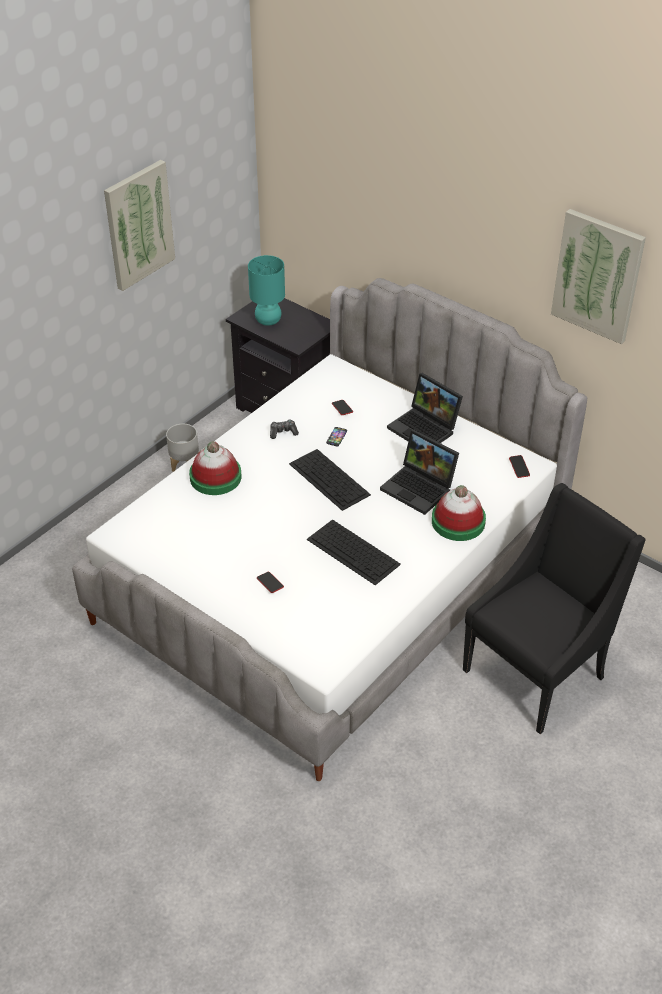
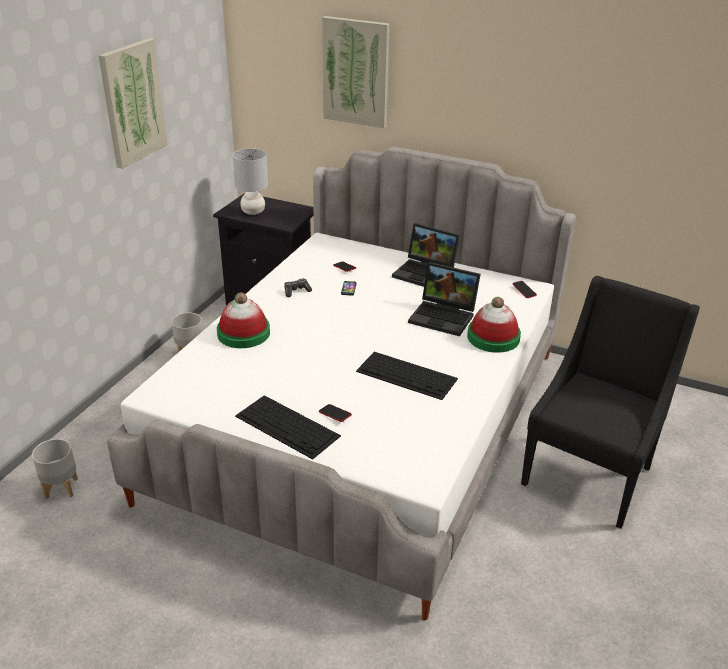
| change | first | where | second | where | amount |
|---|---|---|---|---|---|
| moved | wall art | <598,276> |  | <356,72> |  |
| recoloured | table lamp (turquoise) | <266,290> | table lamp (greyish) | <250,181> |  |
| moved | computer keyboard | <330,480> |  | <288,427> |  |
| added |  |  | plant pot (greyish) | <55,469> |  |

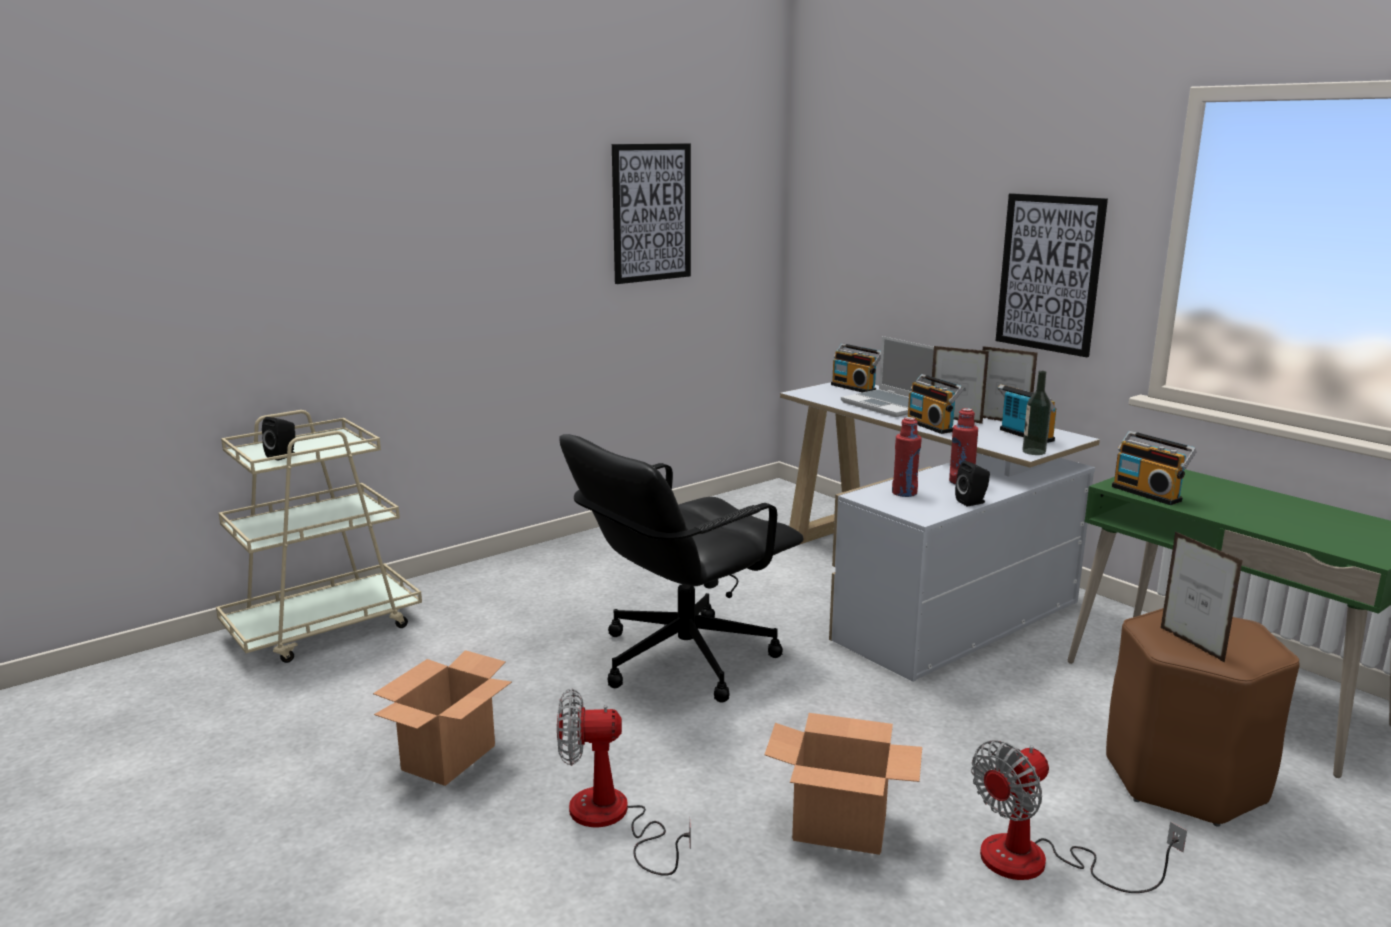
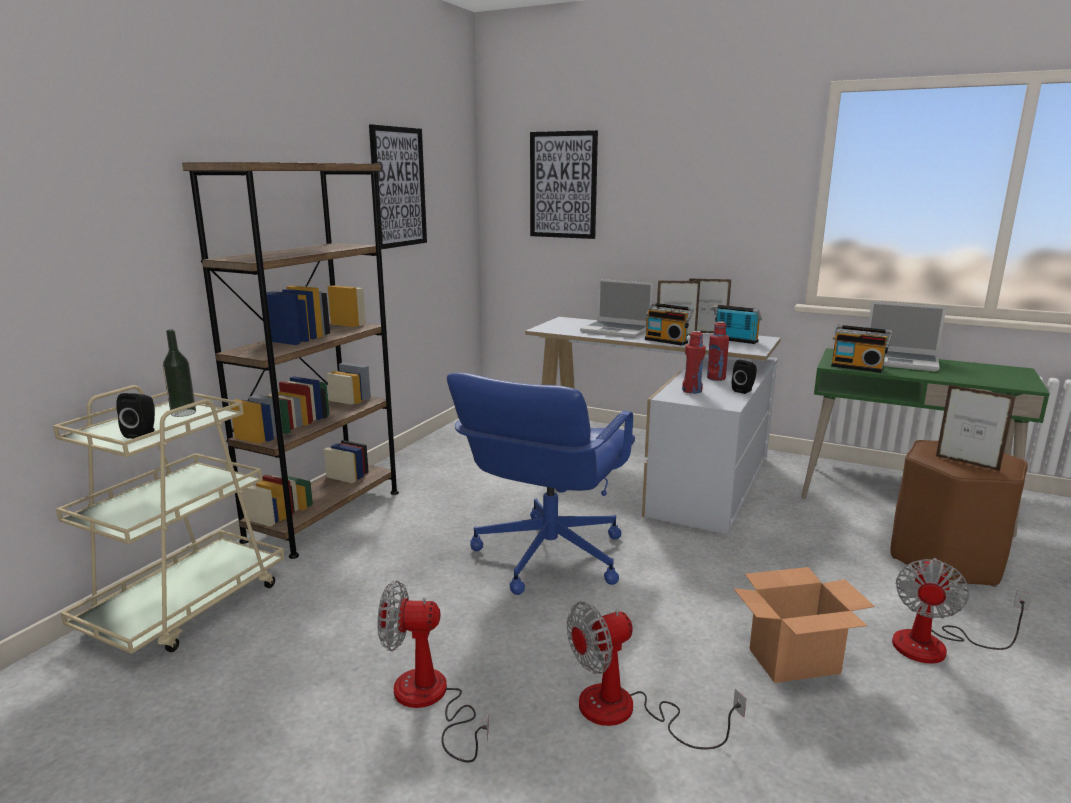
| change | first | where | second | where | amount |
|---|---|---|---|---|---|
| moved | wall art | <1052,275> |  | <564,184> |  |
| removed | radio | <856,367> |  |  |  |
| moved | beverage bottle | <1036,413> |  | <179,373> |  |
| recoloured | office chair (blackish) | <681,568> | office chair (blue) | <541,484> |  |
| replaced | carton | <442,718> | electric fan | <434,672> |  |
| added |  |  | shelving unit (brownish) | <290,360> |  |
| added |  |  | notebook computer | <907,337> |  |

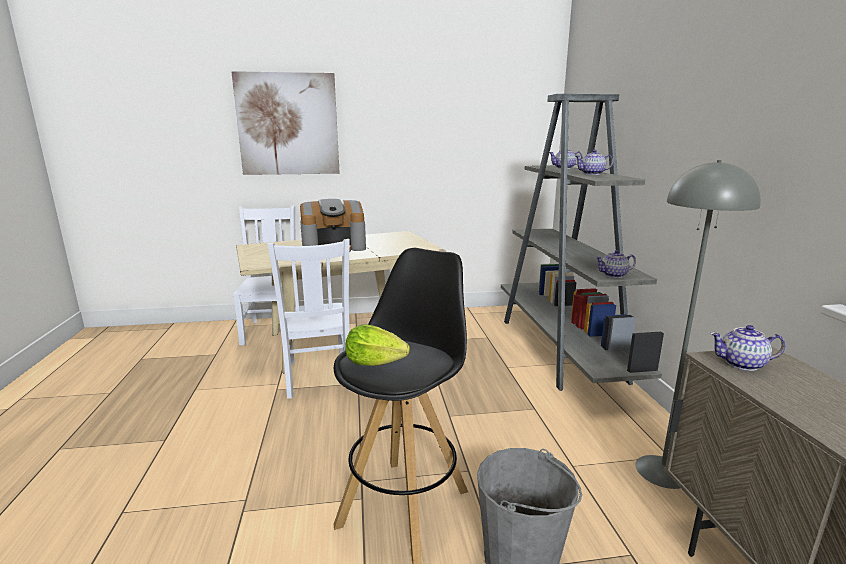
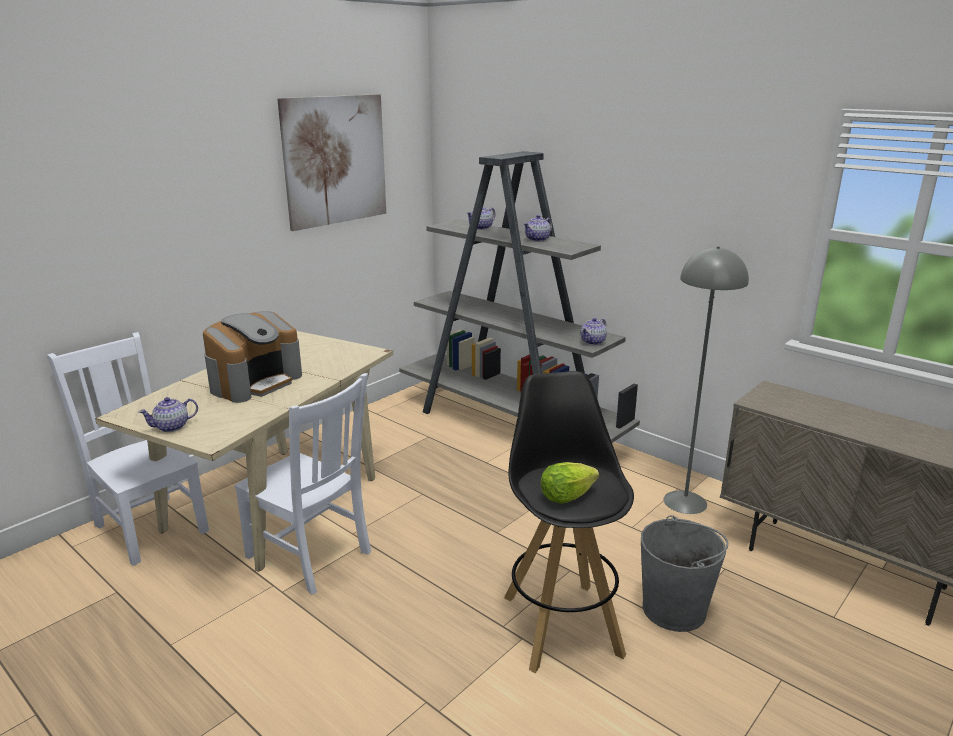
| change | first | where | second | where | amount |
|---|---|---|---|---|---|
| moved | wall art | <285,123> |  | <331,162> |  |
| moved | tea pot | <747,348> |  | <168,414> |  |

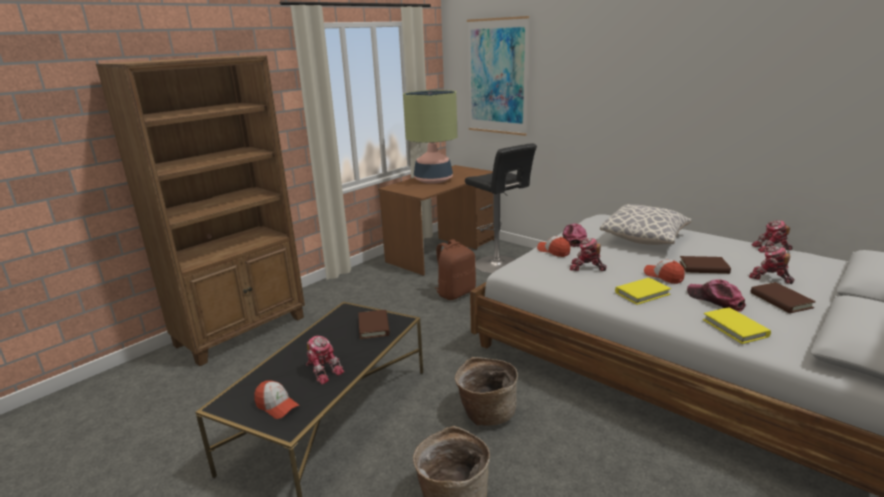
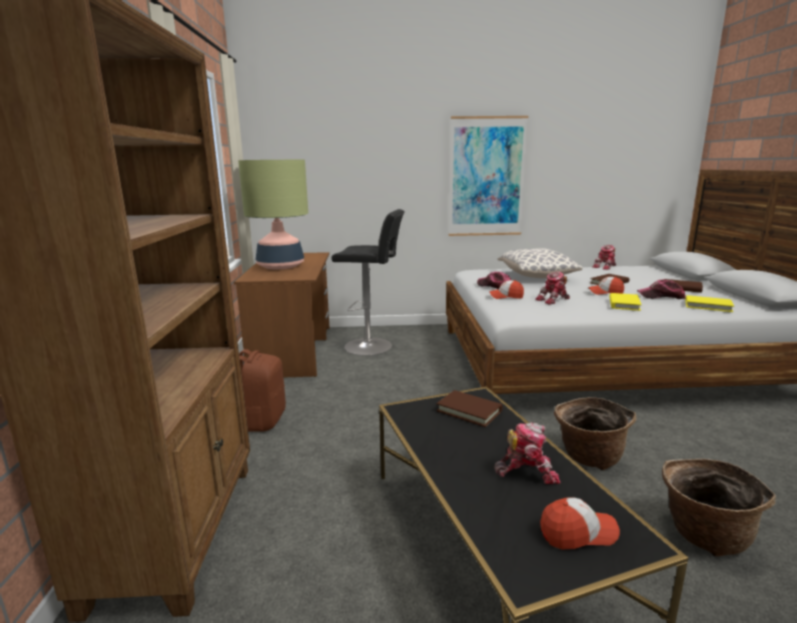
| change | first | where | second | where | amount |
|---|---|---|---|---|---|
| moved | wall art | <498,76> |  | <488,176> |  |
| moved | backpack (brownish) | <455,269> |  | <262,390> |  |
| removed | model robot | <771,265> |  |  |  |

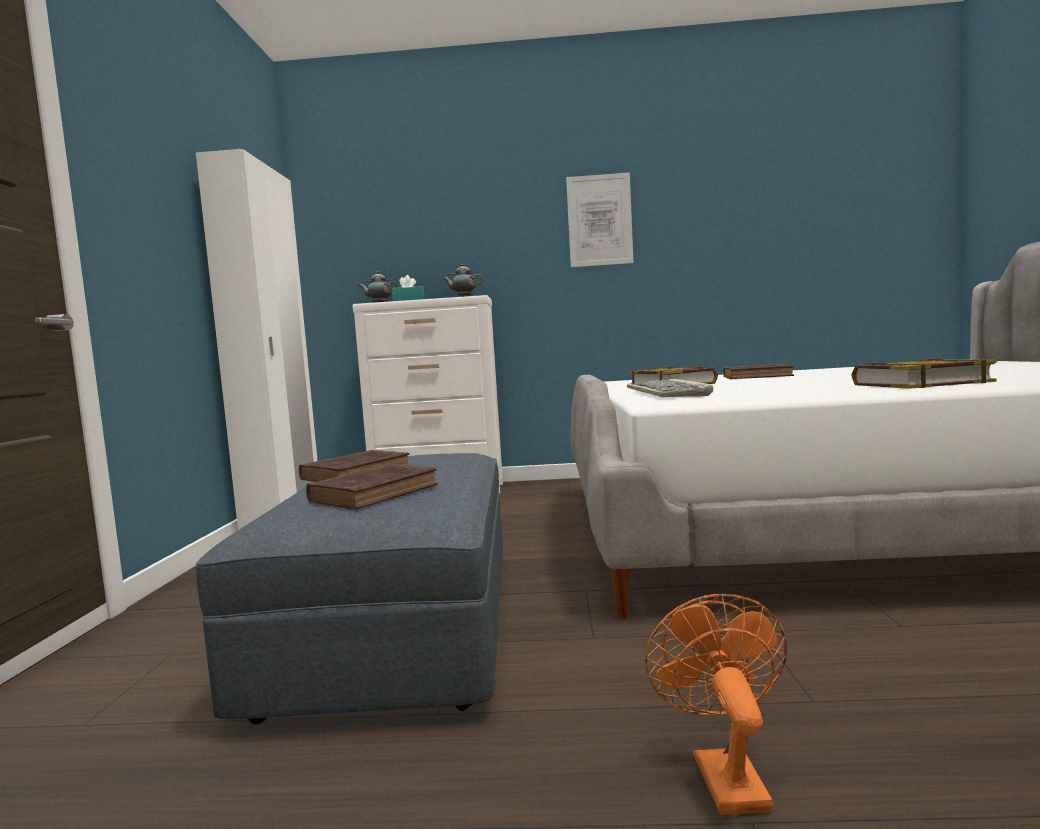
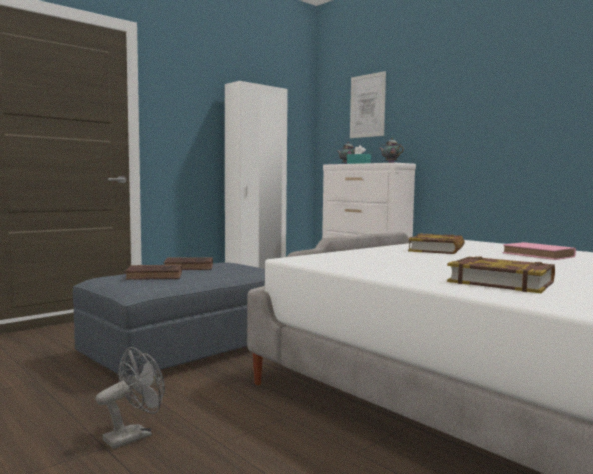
| change | first | where | second | where | amount |
|---|---|---|---|---|---|
| moved | wall art | <599,219> |  | <368,104> |  |
| recoloured | volume (brownish) | <759,371> | volume (pink) | <539,251> |  |
| removed | computer keyboard | <670,388> |  |  |  |
| recoloured | electric fan (orange) | <716,704> | electric fan (greyish) | <130,398> |  |

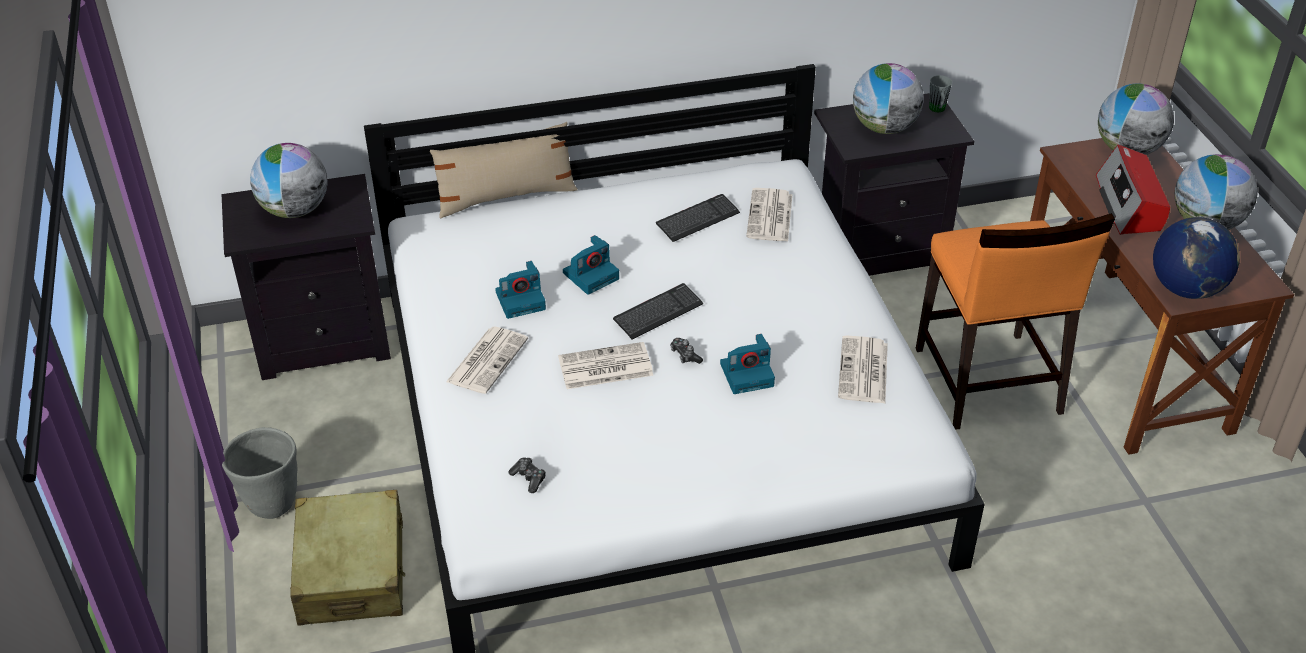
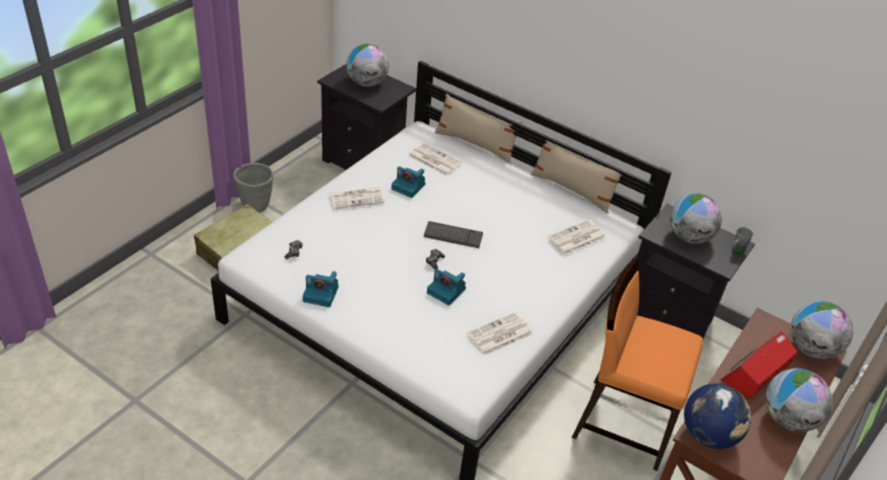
| change | first | where | second | where | amount |
|---|---|---|---|---|---|
| removed | computer keyboard | <698,218> |  |  |  |
| turned | chair (orange) | <1015,321> |  | <637,365> | 75 degrees clockwise |
| moved | still camera | <591,265> |  | <321,289> |  |
| moved | daily paper | <605,365> |  | <435,159> |  |
| added |  |  | pillow (sand-coloured) | <576,174> |  |

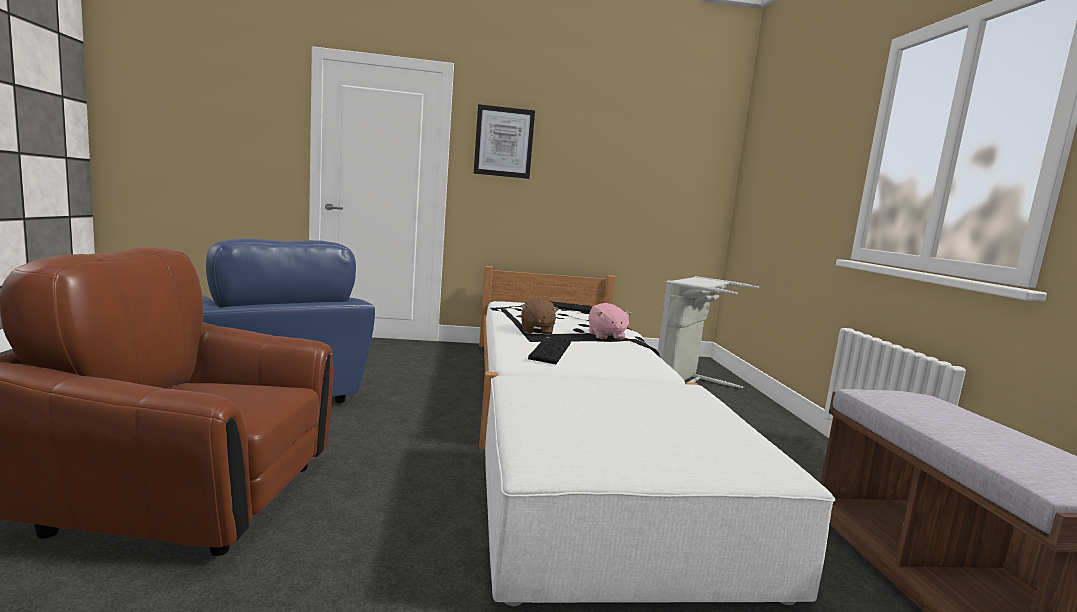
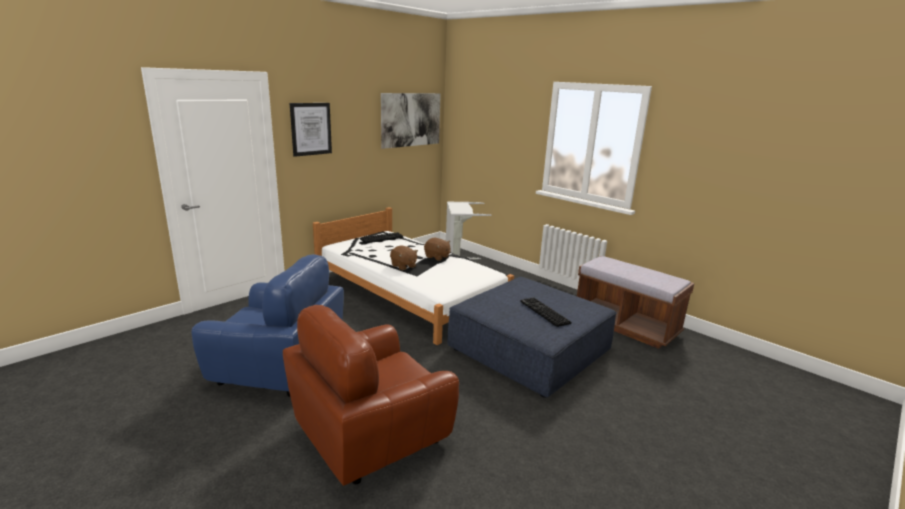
| change | first | where | second | where | amount |
|---|---|---|---|---|---|
| recoloured | soft toy (pink) | <610,321> | soft toy (brownish) | <437,249> |  |
| moved | computer keyboard | <549,350> |  | <545,312> |  |
| recoloured | pouffe (white-coloured) | <660,491> | pouffe (blue) | <532,337> |  |
| added |  |  | wall art | <411,121> |  |

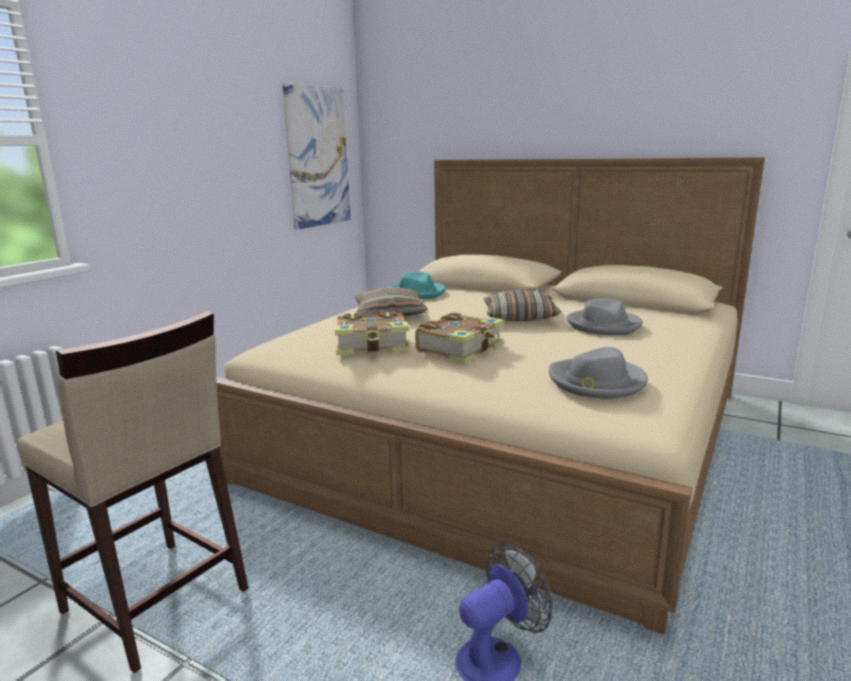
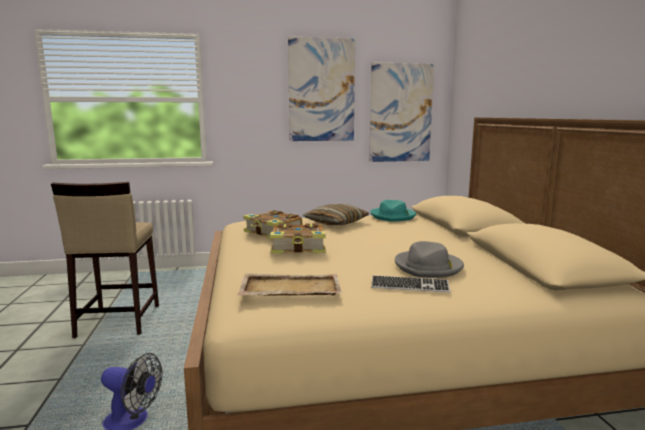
| change | first | where | second | where | amount |
|---|---|---|---|---|---|
| removed | pillow | <522,305> |  |  |  |
| replaced | wearable hat (greyish) | <598,373> | tray (sand-coloured) | <289,284> |  |
| added |  |  | wall art | <321,88> |  |
| added |  |  | computer keyboard | <410,284> |  |

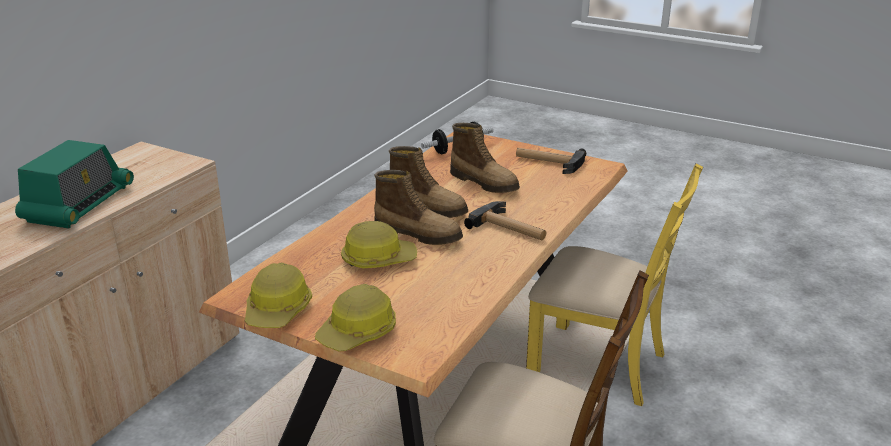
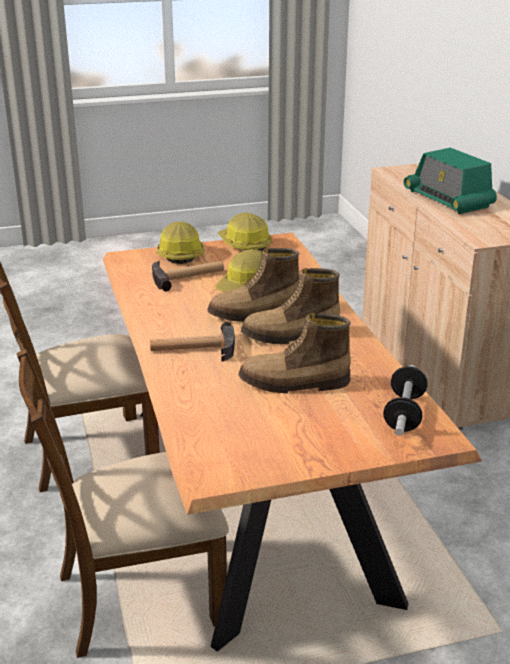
| change | first | where | second | where | amount |
|---|---|---|---|---|---|
| moved | hand hammer | <551,161> |  | <188,276> |  |
| recoloured | chair (yellow-coloured) | <614,284> | chair (brownish) | <123,503> |  |

